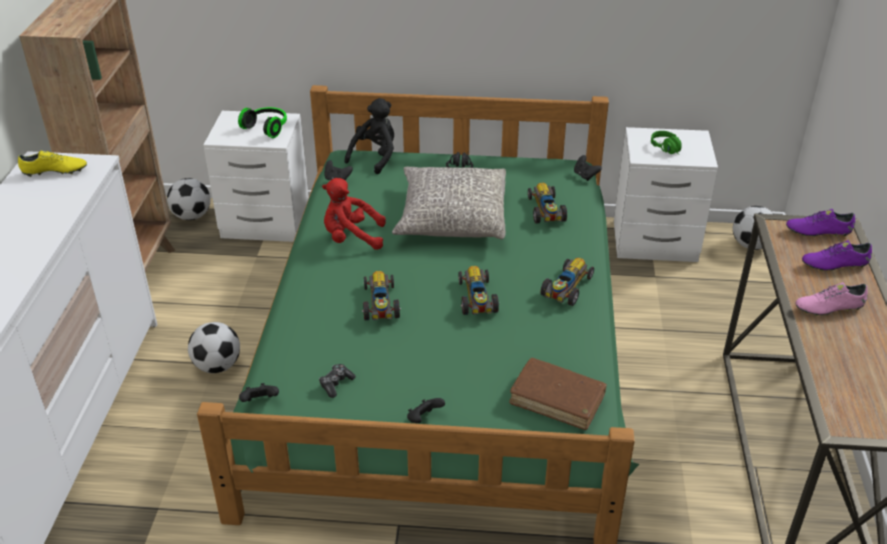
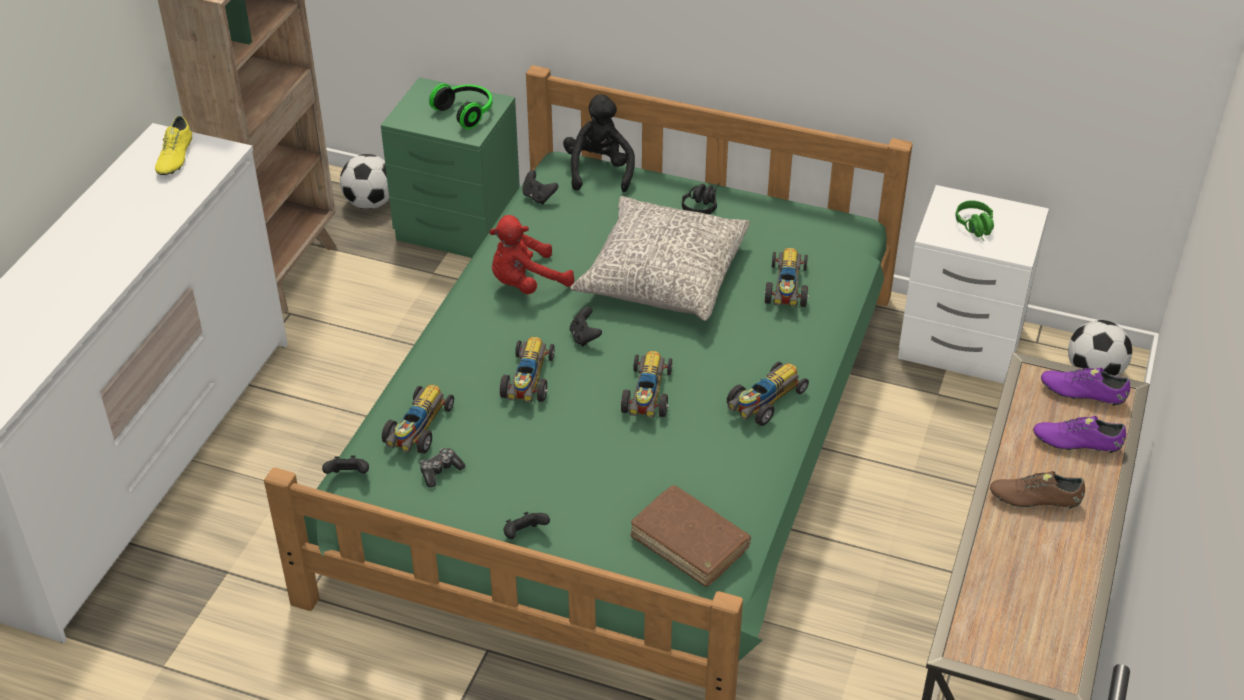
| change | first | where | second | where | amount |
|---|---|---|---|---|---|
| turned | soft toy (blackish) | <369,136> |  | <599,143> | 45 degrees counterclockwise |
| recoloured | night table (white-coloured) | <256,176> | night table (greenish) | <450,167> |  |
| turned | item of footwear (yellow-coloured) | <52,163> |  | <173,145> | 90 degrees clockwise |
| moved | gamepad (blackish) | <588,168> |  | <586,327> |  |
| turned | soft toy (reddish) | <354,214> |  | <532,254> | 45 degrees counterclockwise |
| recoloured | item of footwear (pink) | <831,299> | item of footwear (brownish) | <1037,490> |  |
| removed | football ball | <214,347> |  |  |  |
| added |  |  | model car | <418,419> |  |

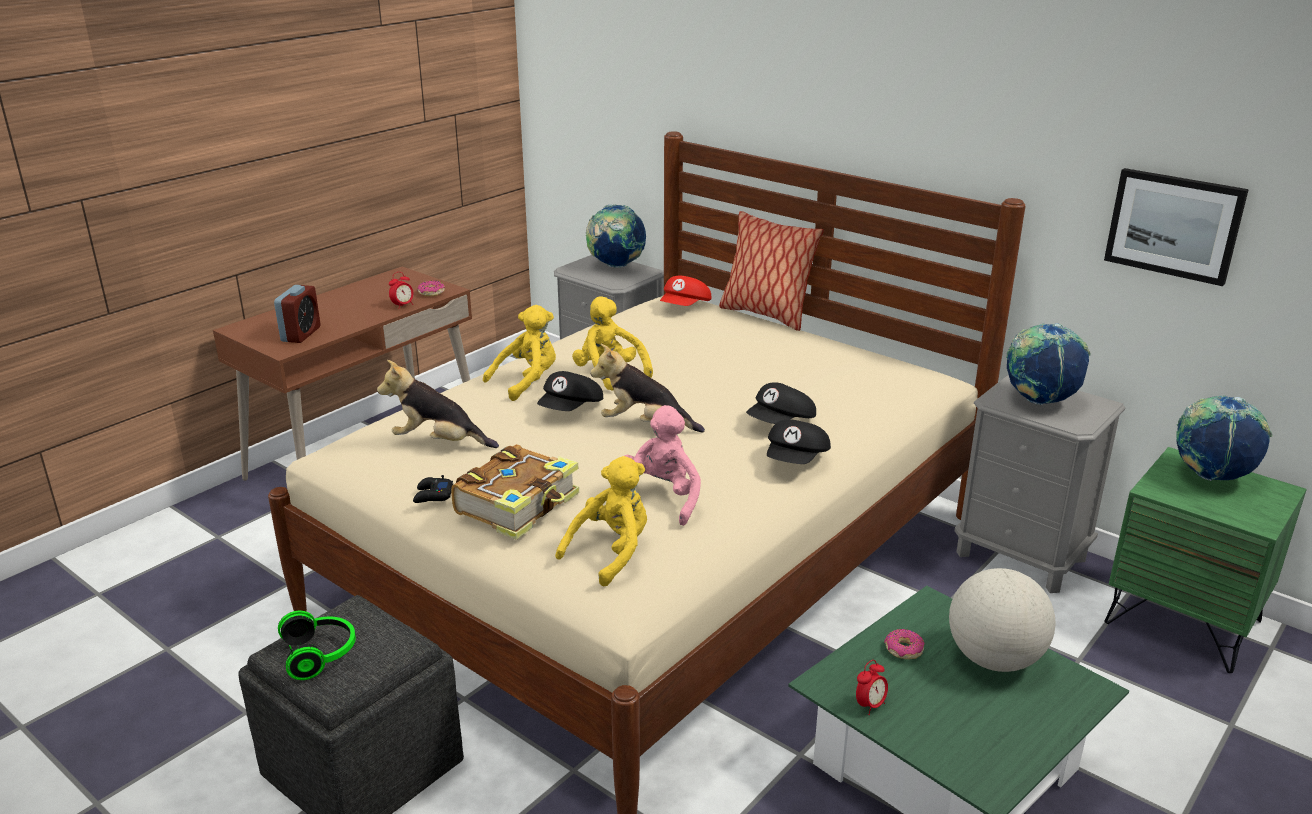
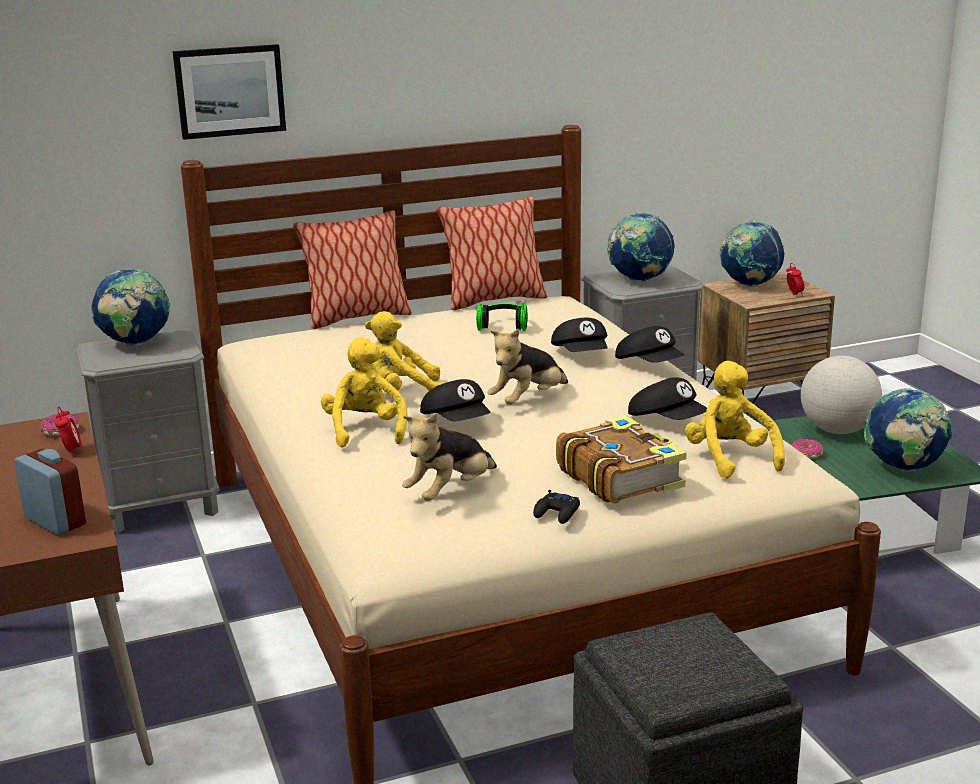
| change | first | where | second | where | amount |
|---|---|---|---|---|---|
| moved | wall art | <1176,227> |  | <229,92> |  |
| removed | peaked cap (reddish) | <686,291> |  |  |  |
| replaced | soft toy (pink) | <663,465> | peaked cap (blackish) | <667,398> |  |
| recoloured | night table (greenish) | <1205,560> | night table (brownish) | <766,343> |  |
| moved | headphones | <317,645> |  | <502,317> |  |
| moved | alarm clock | <872,687> |  | <795,280> |  |
| added |  |  | pillow | <491,253> |  |
| added |  |  | desk globe | <908,429> |  |

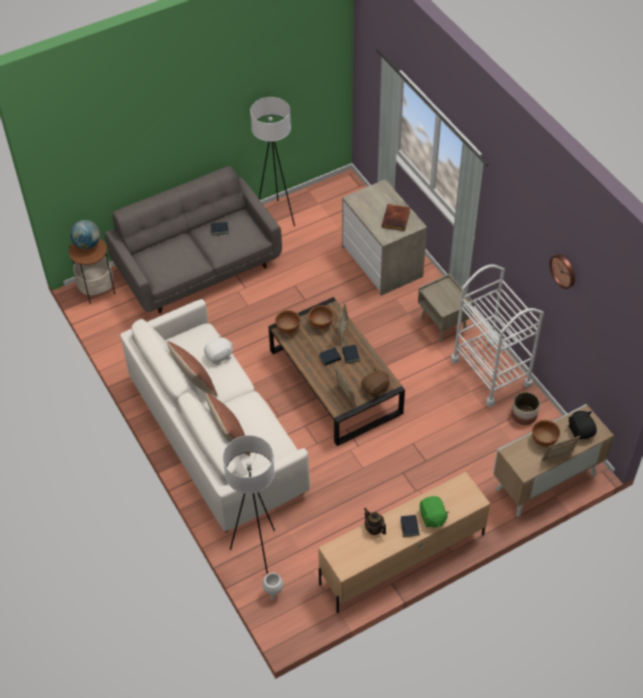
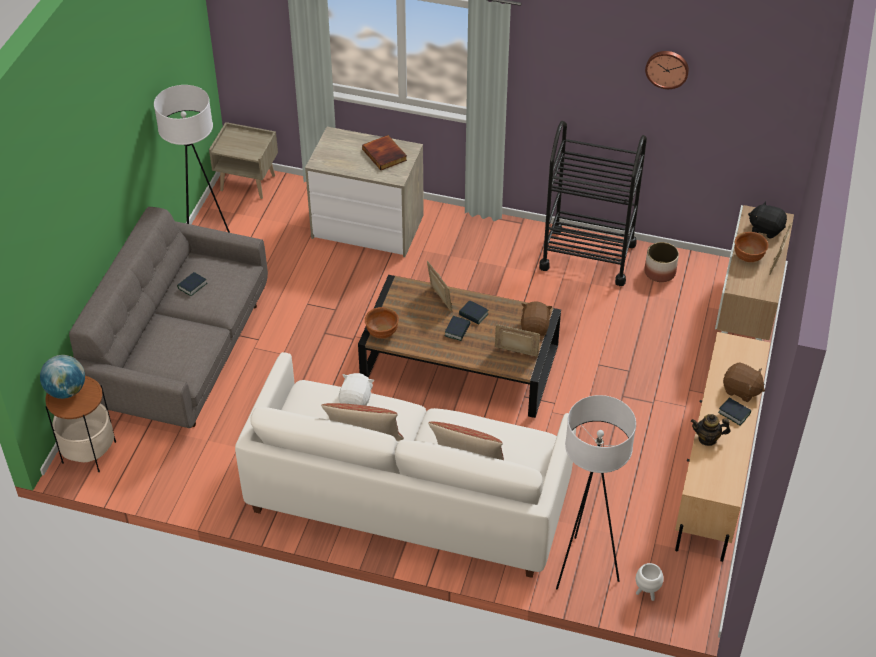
| change | first | where | second | where | amount |
|---|---|---|---|---|---|
| recoloured | cart (white-coloured) | <497,335> | cart (blackish) | <593,203> |  |
| moved | night table (sand-coloured) | <446,308> |  | <243,160> |  |
| removed | bowl (brownish) | <321,317> |  |  |  |
| recoloured | soft toy (greenish) | <434,512> | soft toy (brownish) | <744,382> |  |

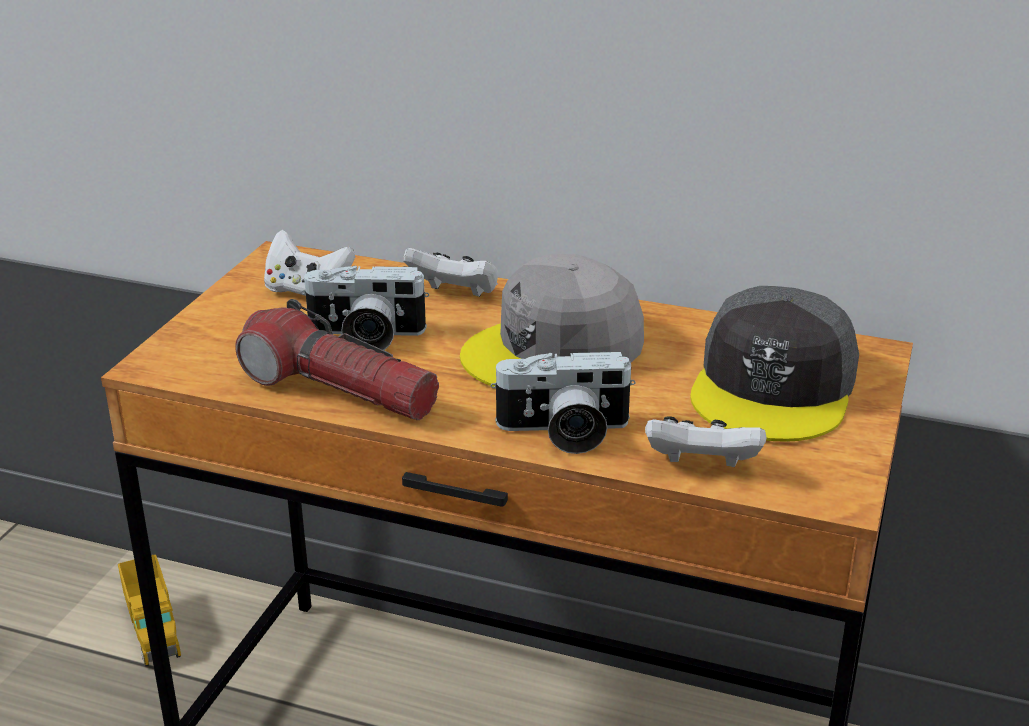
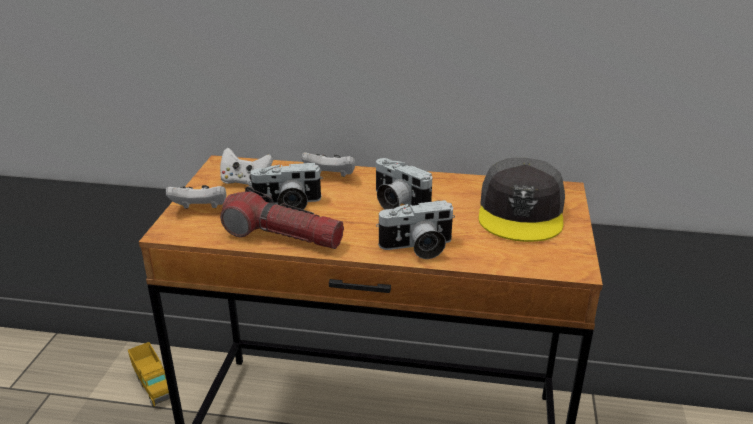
| change | first | where | second | where | amount |
|---|---|---|---|---|---|
| replaced | peaked cap (greyish) | <552,320> | still camera | <404,183> |  |
| moved | gamepad (white-coloured) | <705,441> |  | <196,197> |  |

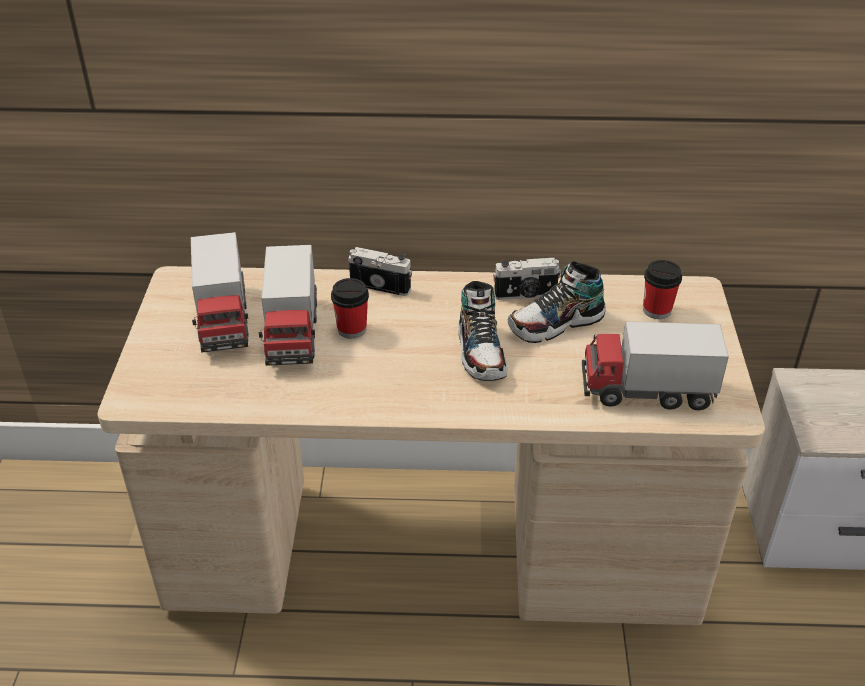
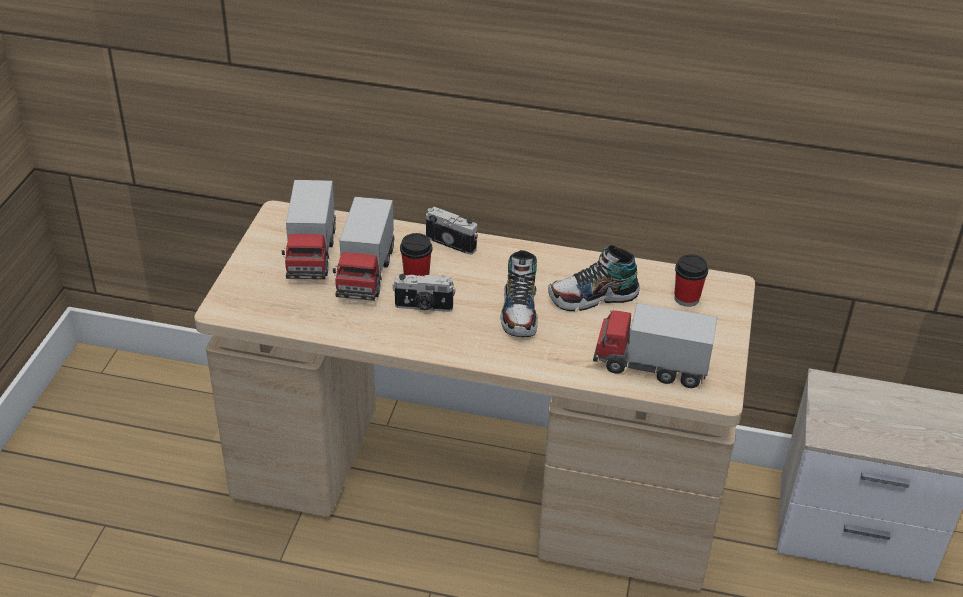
| change | first | where | second | where | amount |
|---|---|---|---|---|---|
| moved | still camera | <527,279> |  | <424,293> |  |

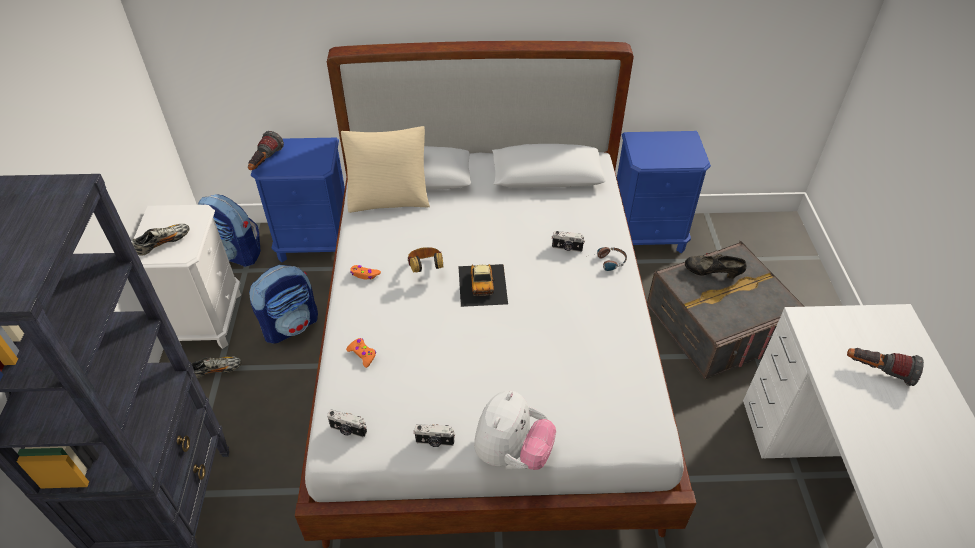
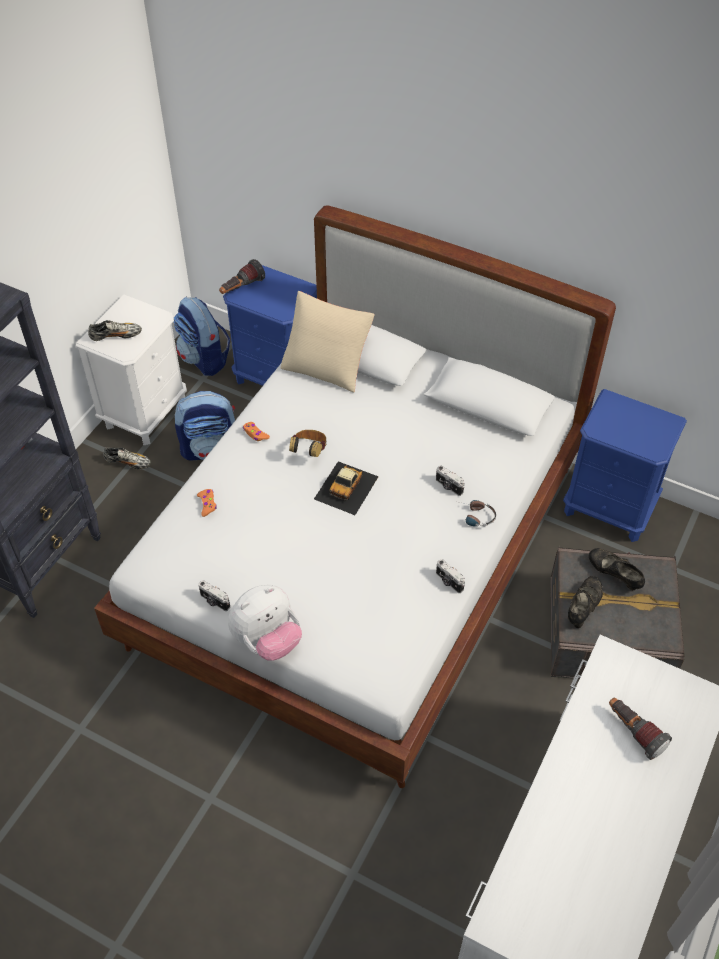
| change | first | where | second | where | amount |
|---|---|---|---|---|---|
| moved | still camera | <347,424> |  | <450,576> |  |
| added |  |  | item of footwear (blackish) | <585,602> |  |

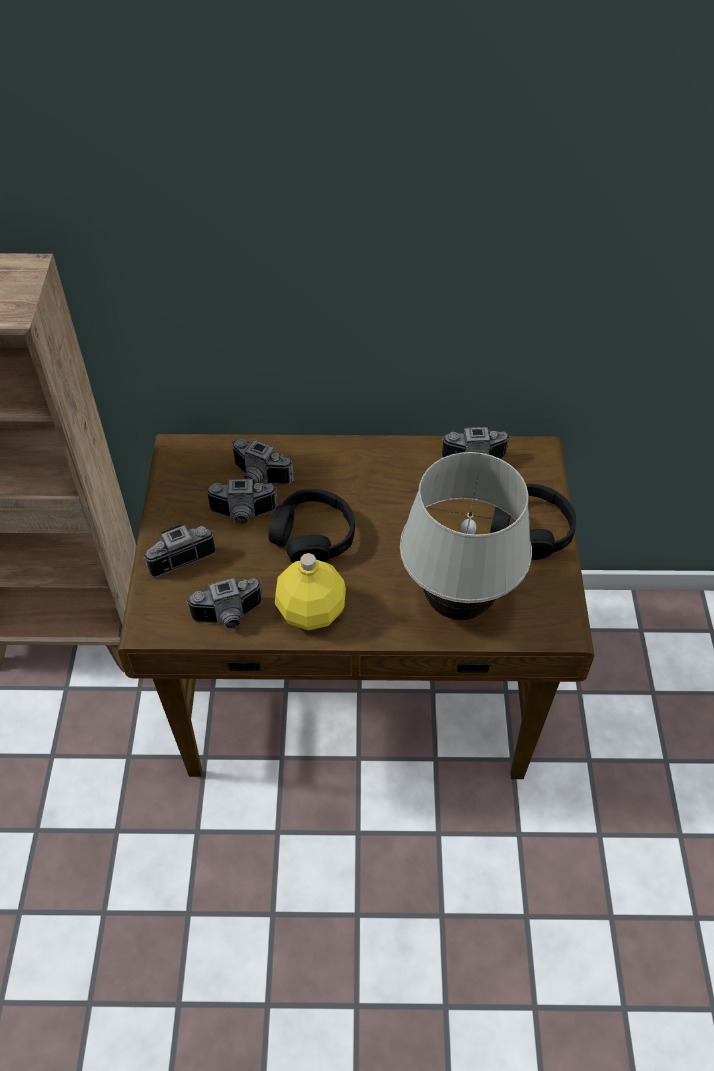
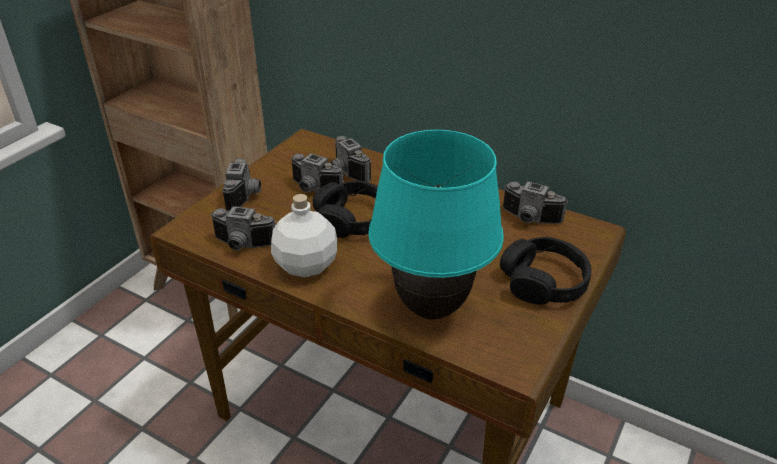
| change | first | where | second | where | amount |
|---|---|---|---|---|---|
| recoloured | table lamp (white-coloured) | <466,536> | table lamp (turquoise) | <436,224> |  |
| turned | still camera | <180,551> |  | <241,184> | 90 degrees clockwise |
| recoloured | beverage bottle (yellow-coloured) | <310,591> | beverage bottle (white-coloured) | <304,235> |  |

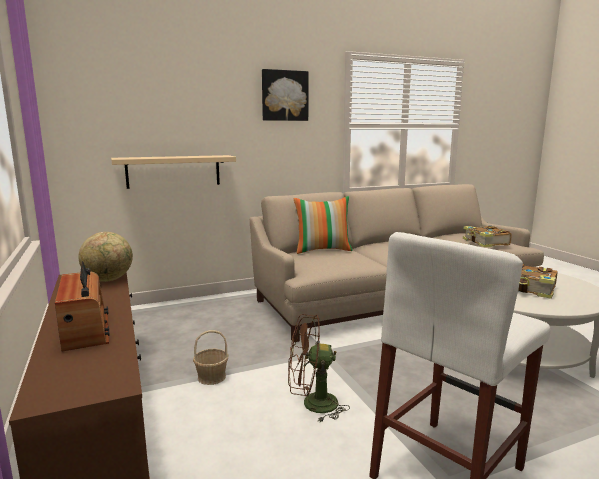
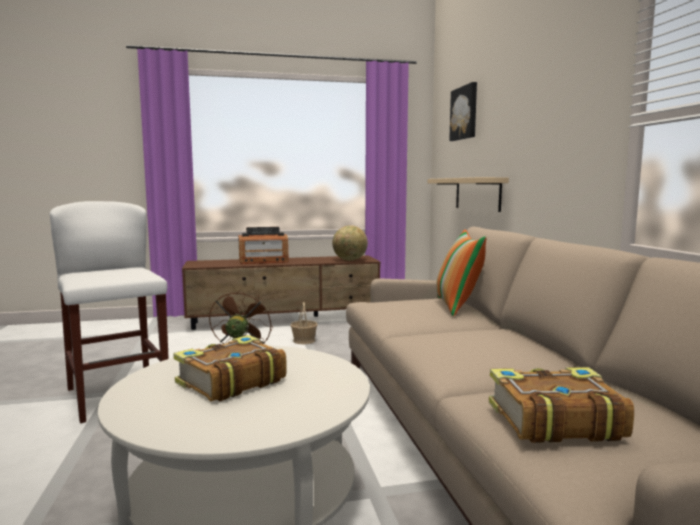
| change | first | where | second | where | amount |
|---|---|---|---|---|---|
| moved | wall art | <285,95> |  | <463,111> |  |

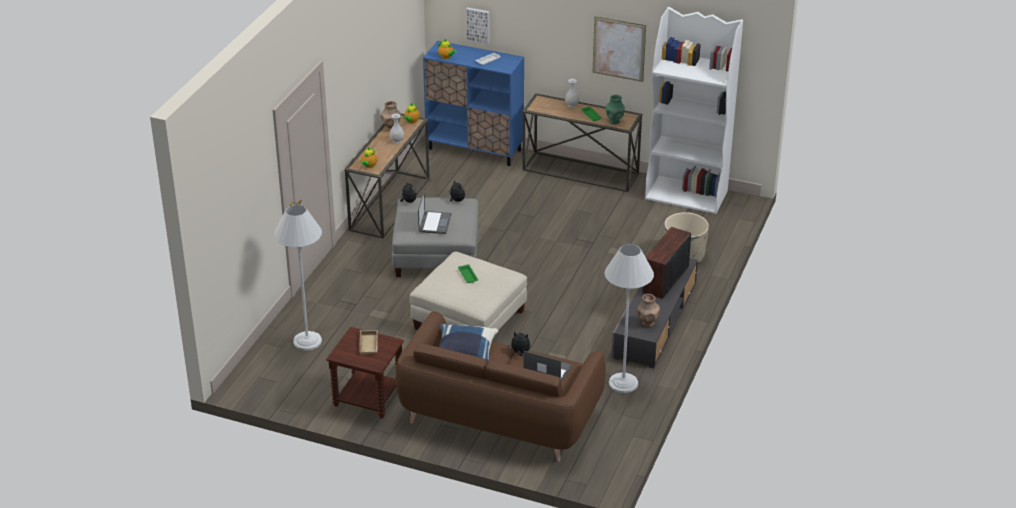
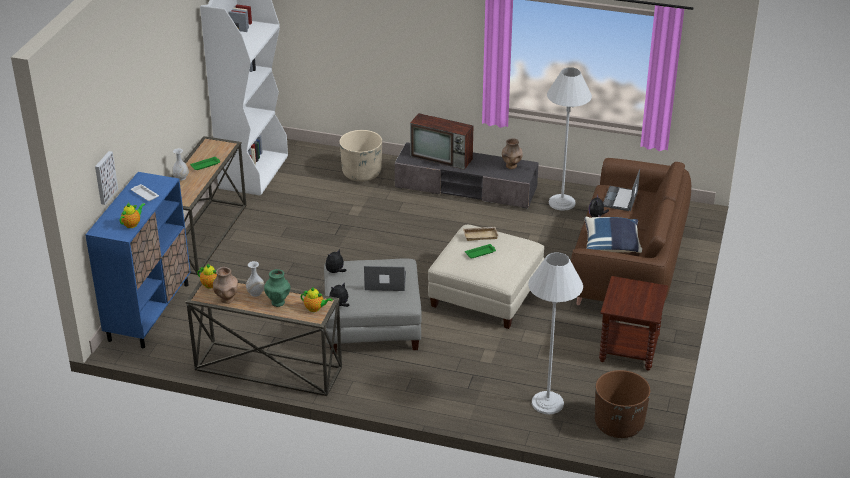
| change | first | where | second | where | amount |
|---|---|---|---|---|---|
| removed | wall art | <619,49> |  |  |  |
| moved | flower vase (greenish) | <615,110> |  | <277,288> |  |
| moved | tray (sand-coloured) | <368,342> |  | <480,234> |  |
| added |  |  | plant pot (brownish) | <622,404> |  |

